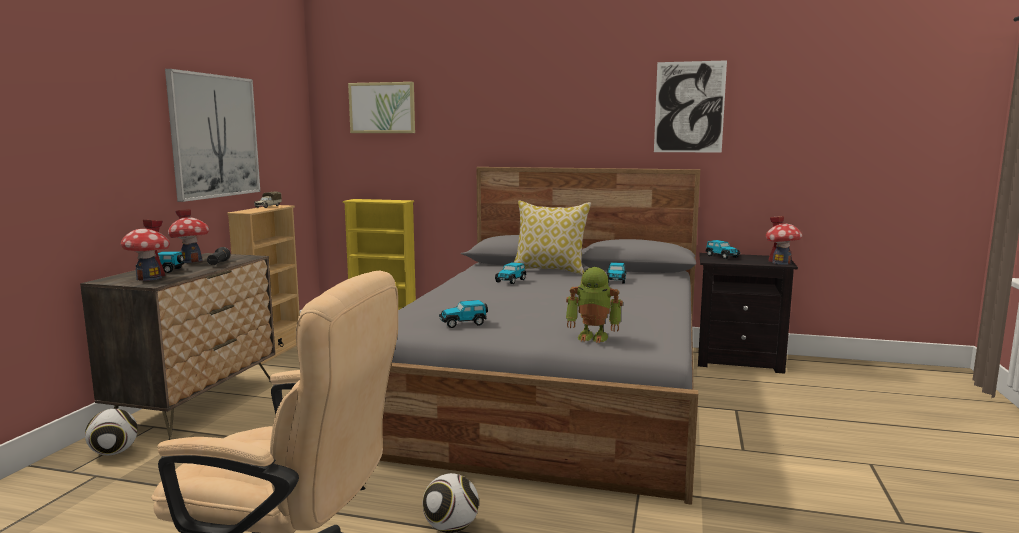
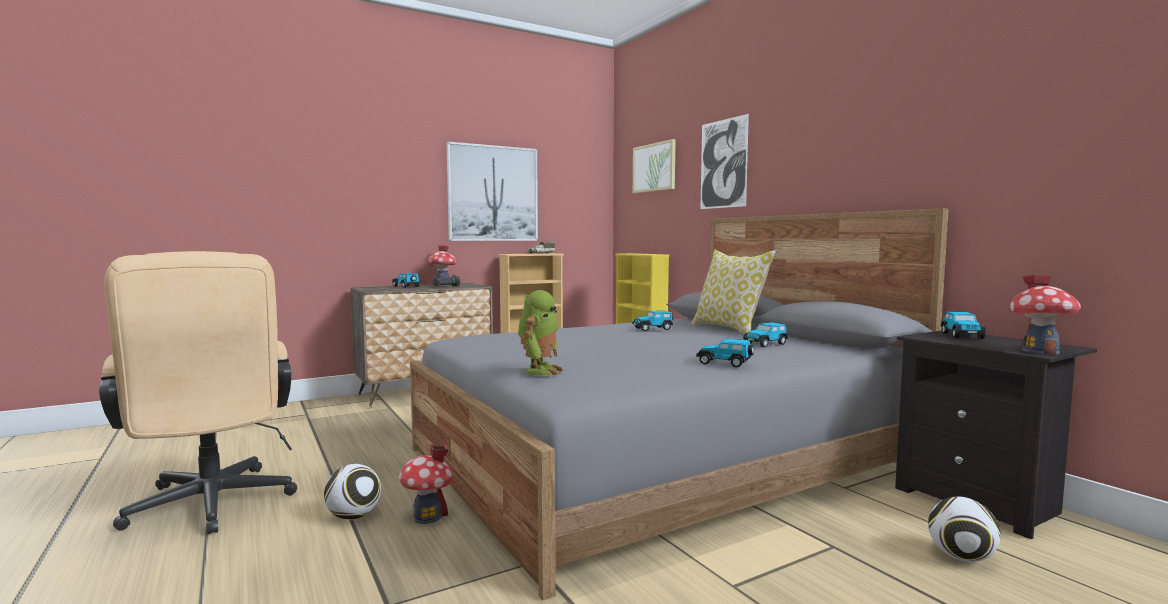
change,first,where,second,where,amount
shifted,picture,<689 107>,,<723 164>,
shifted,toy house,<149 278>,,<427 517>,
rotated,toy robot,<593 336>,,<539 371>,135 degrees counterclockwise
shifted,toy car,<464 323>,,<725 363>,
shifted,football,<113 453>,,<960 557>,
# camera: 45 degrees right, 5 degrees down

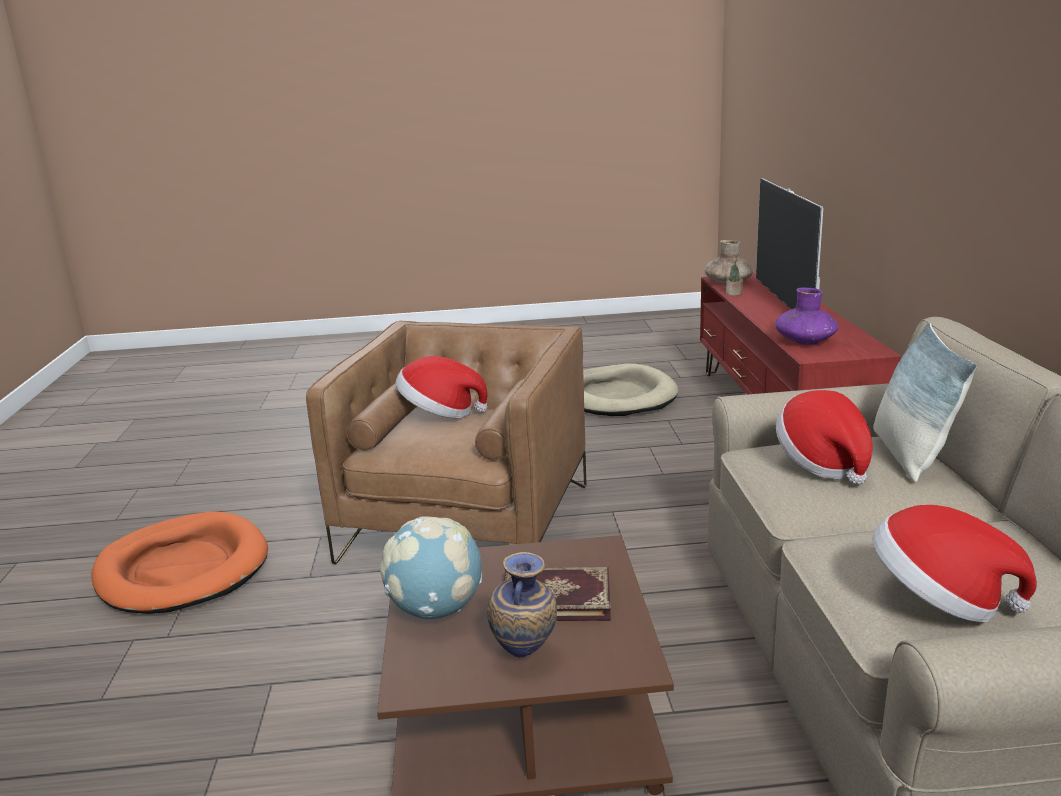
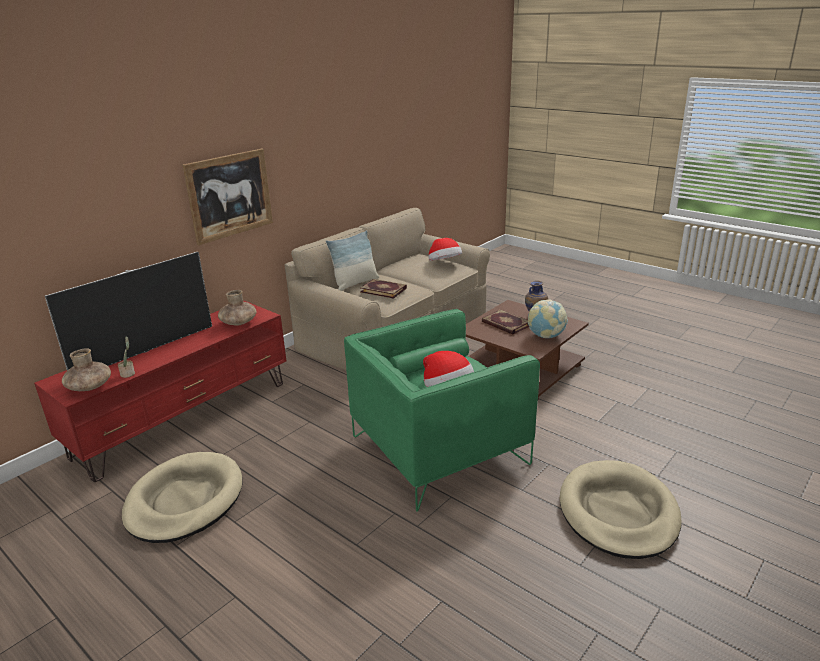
change,first,where,second,where,amount
repainted,vase (purple),<805 341>,vase (brown),<238 323>,
repainted,armchair (brown),<468 523>,armchair (green),<438 450>,
swapped,hat,<823 463>,book,<383 290>,
repainted,dog bed (orange),<183 569>,dog bed (beige),<618 512>,
new,,,picture,<229 195>,
# camera: 135 degrees left, 5 degrees up

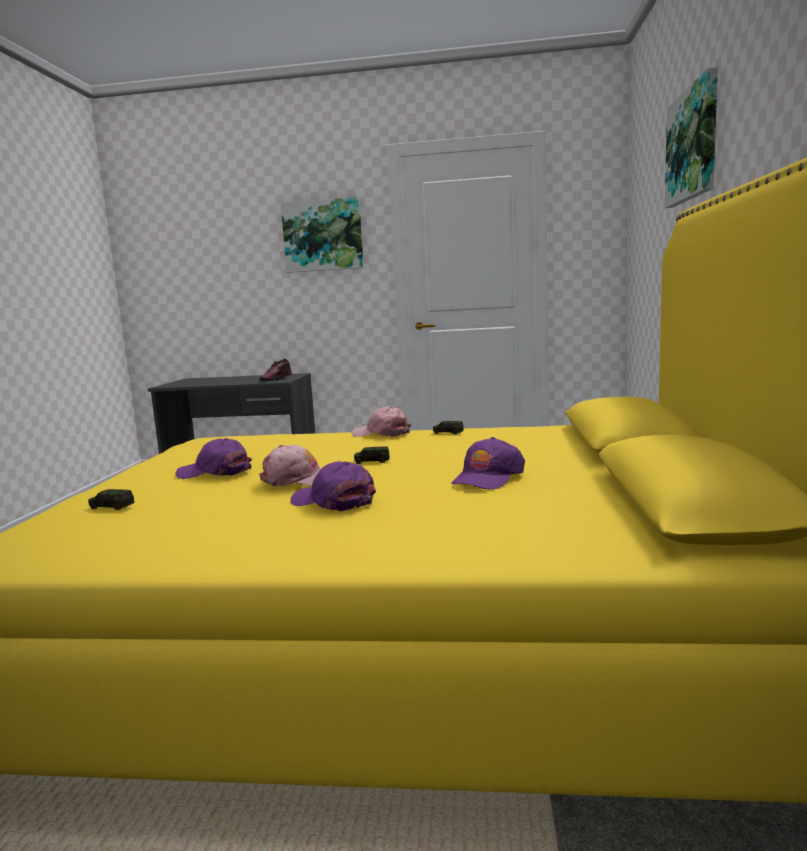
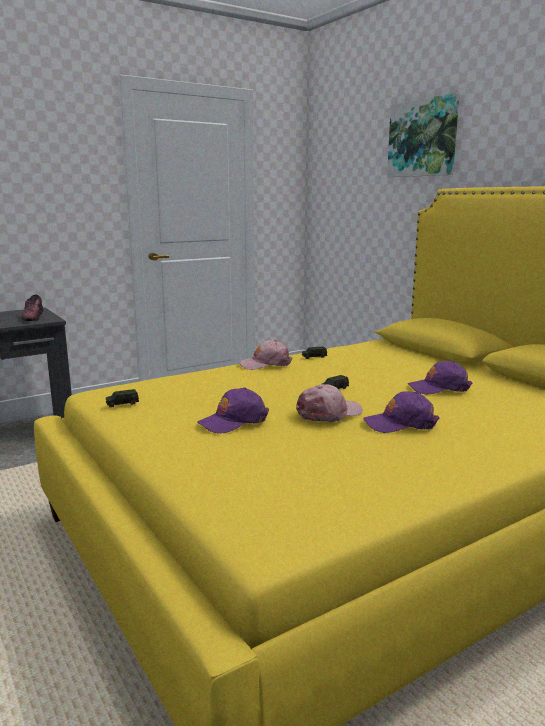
change,first,where,second,where,amount
gone,picture,<323 236>,,,
rotated,cap (purple),<487 478>,,<439 388>,90 degrees clockwise
shifted,toy car,<112 507>,,<122 403>,
# camera: 40 degrees left, 5 degrees up

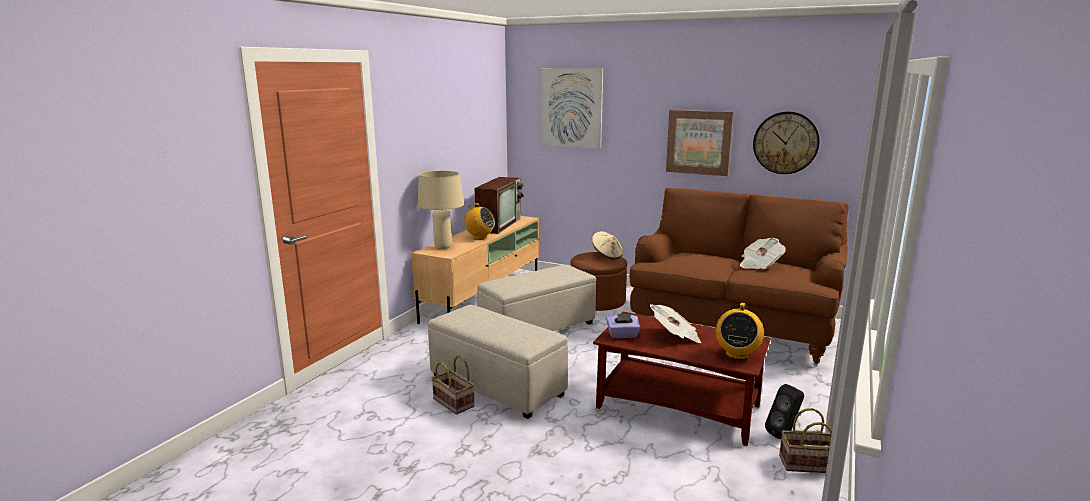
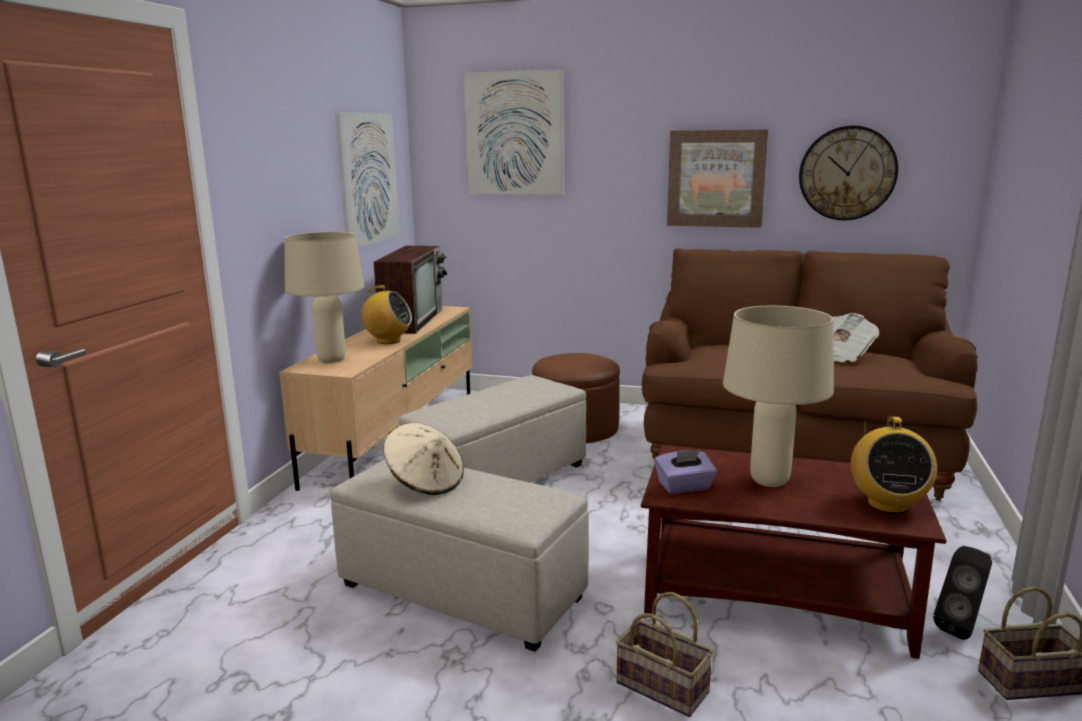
change,first,where,second,where,amount
shifted,hat (beige),<607 256>,,<425 483>,
swapped,newspaper,<675 336>,table lamp (beige),<770 481>,
shifted,basket,<455 403>,,<665 687>,
new,,,picture,<368 179>,
# camera: 10 degrees left, 0 degrees up

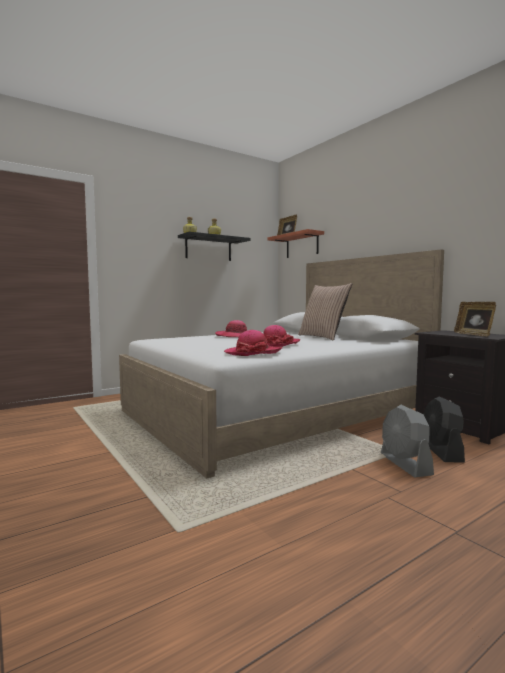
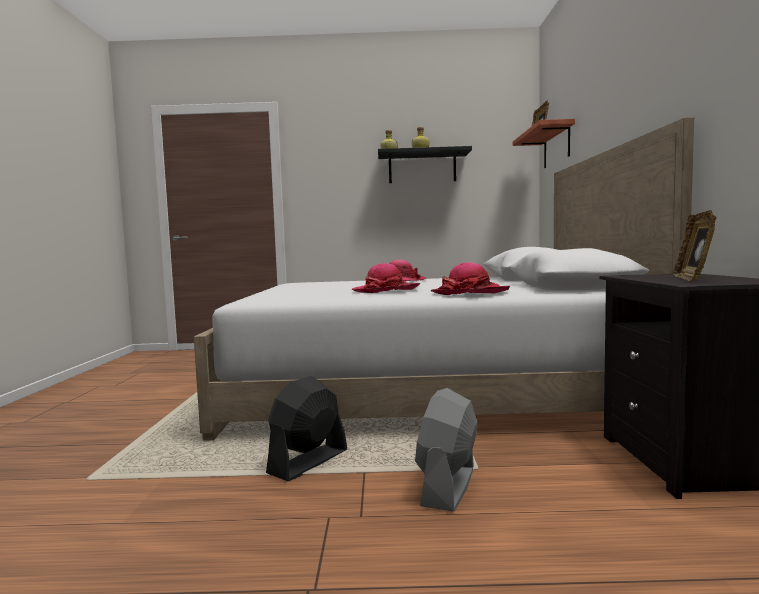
change,first,where,second,where,amount
gone,pillow,<323 337>,,,
shifted,hat,<253 353>,,<470 293>,
shifted,fan (black),<442 452>,,<308 462>,
# camera: 35 degrees right, 0 degrees up

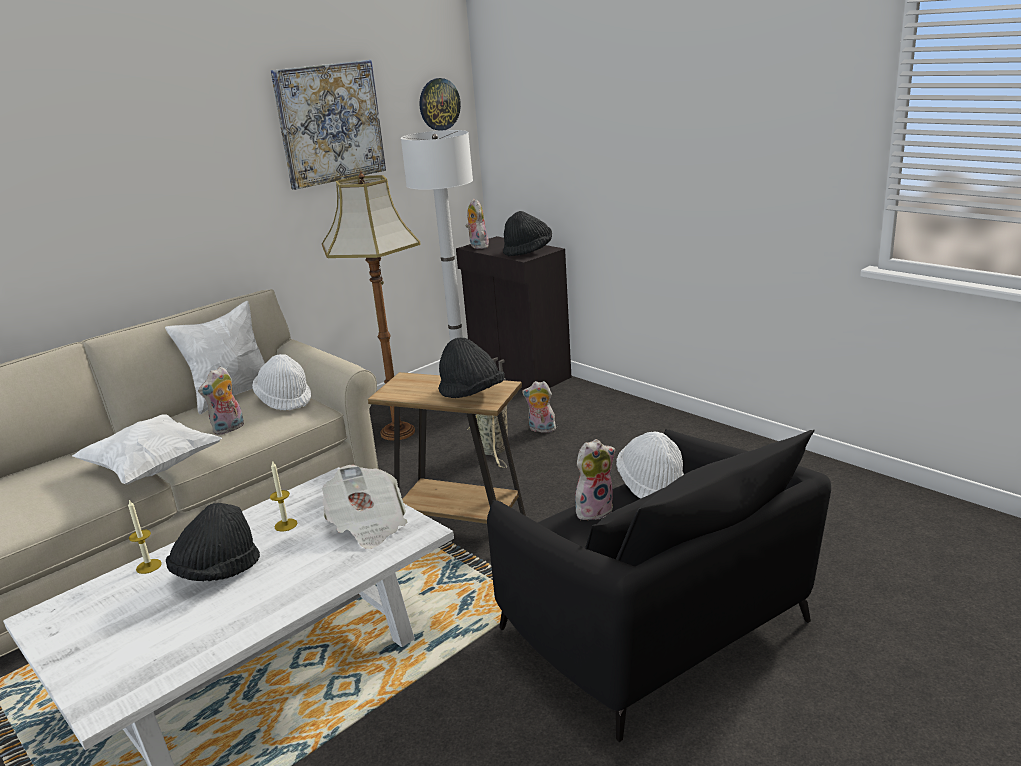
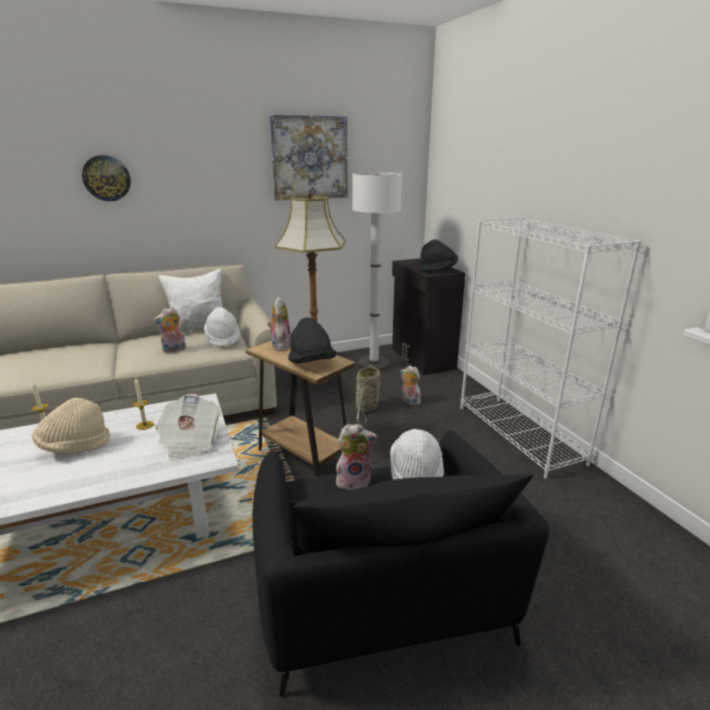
change,first,where,second,where,amount
shifted,wall clock,<439 104>,,<106 178>,
shifted,plush toy,<477 246>,,<280 346>,
gone,pillow (white),<153 469>,,,
repainted,hat (black),<217 572>,hat (beige),<74 446>,
new,,,bookcase (white),<519 434>,
# camera: 20 degrees right, 0 degrees up

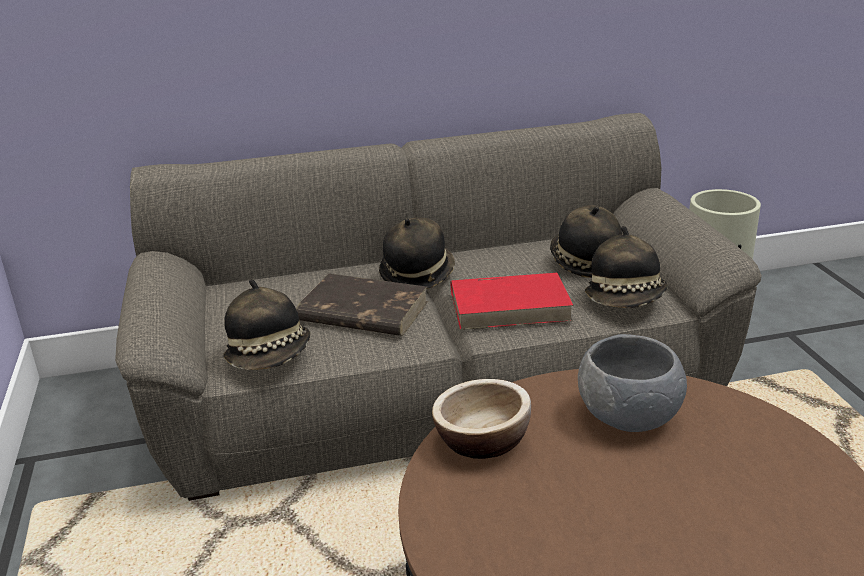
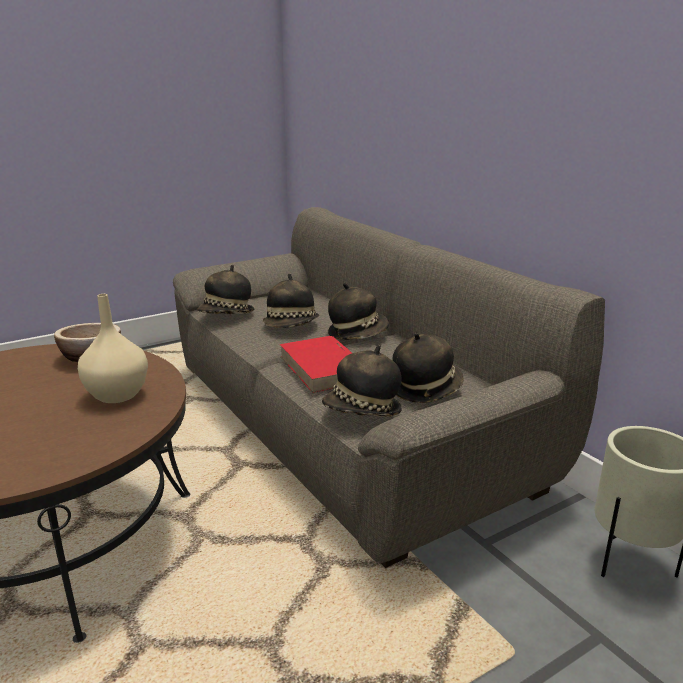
change,first,where,second,where,amount
swapped,book (brown),<362 312>,hat,<291 326>,
swapped,bowl (grey),<628 415>,vase (beige),<116 396>,
# camera: 70 degrees right, 5 degrees down

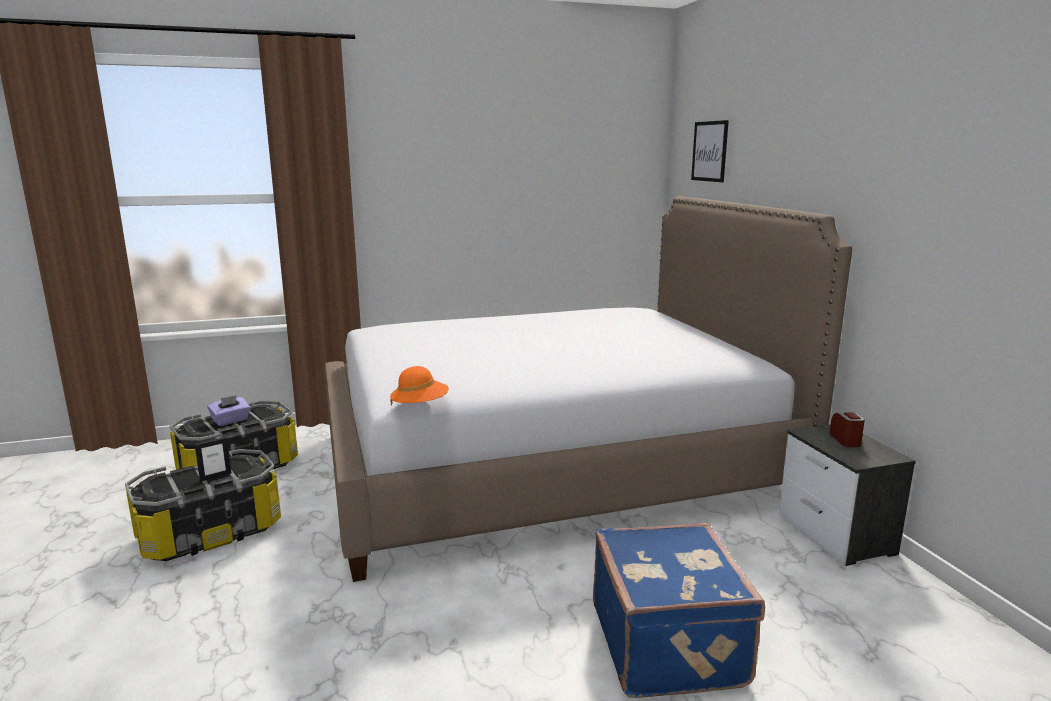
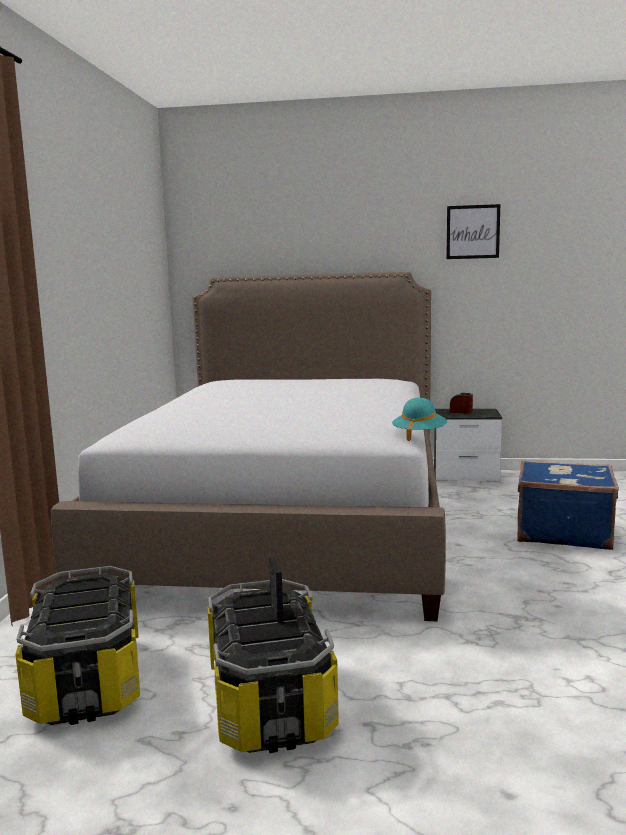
change,first,where,second,where,amount
shifted,picture,<709 151>,,<473 232>,
repainted,hat (orange),<420 406>,hat (turquoise),<419 435>,
gone,tissue box (purple),<230 421>,,,
# camera: 65 degrees left, 5 degrees down

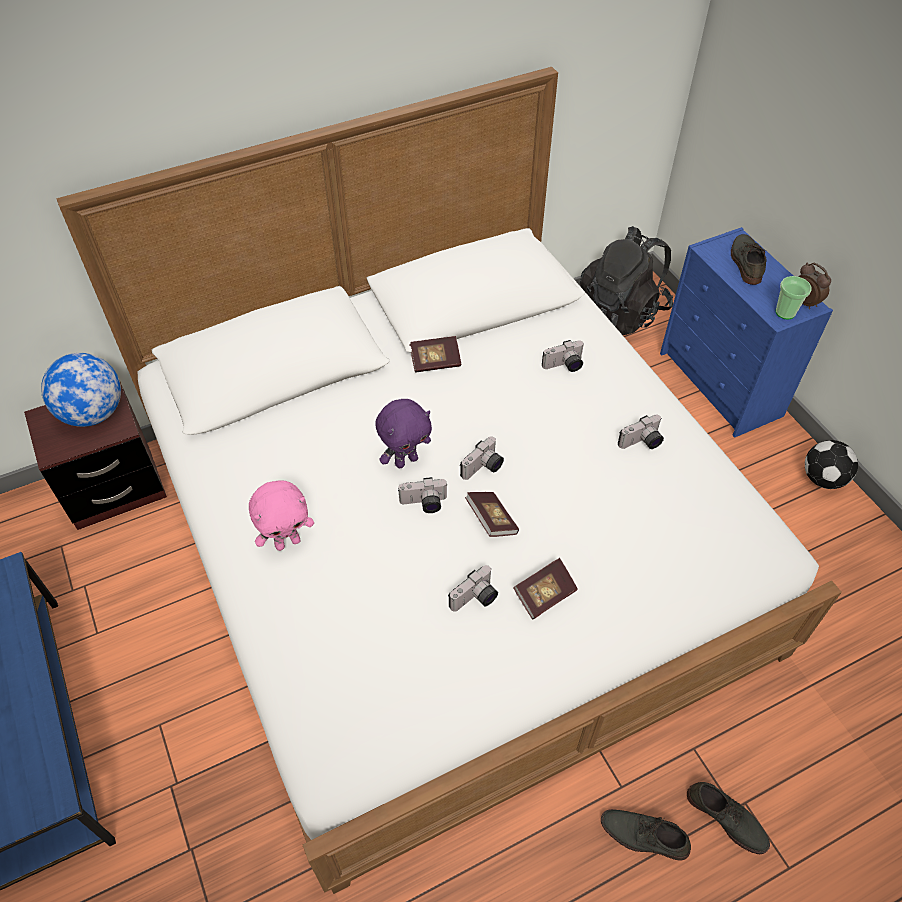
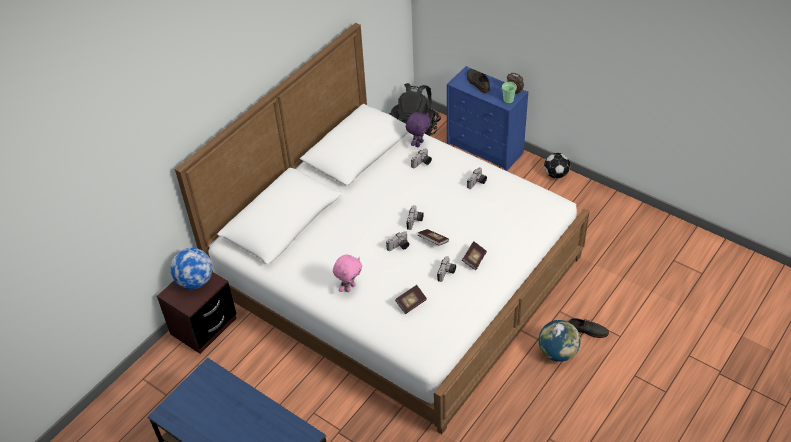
change,first,where,second,where,amount
shifted,book,<435 362>,,<411 303>,
shifted,plush toy (purple),<406 460>,,<418 143>,
swapped,shoe (grey),<644 836>,globe,<557 352>,
# camera: 25 degrees left, 5 degrees down

